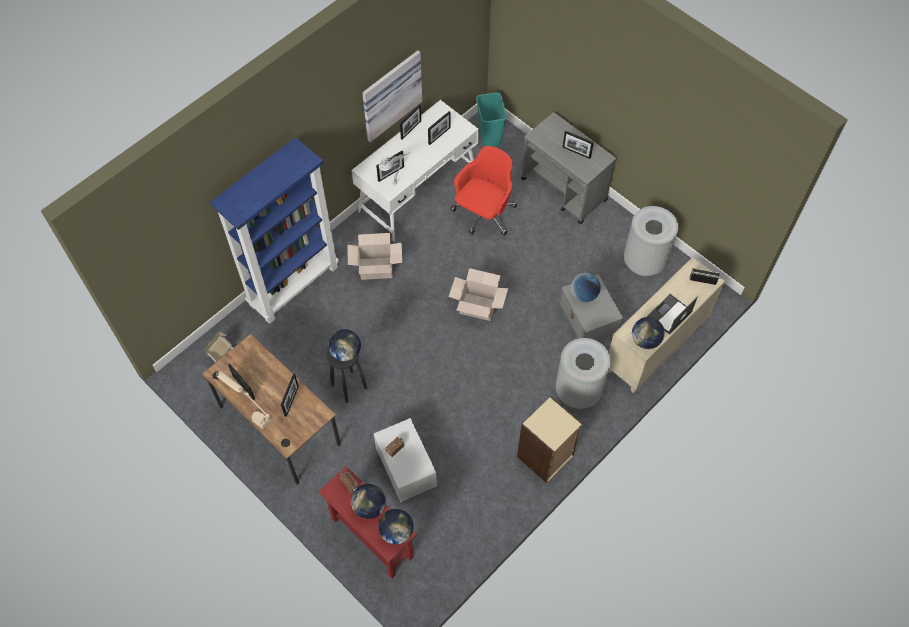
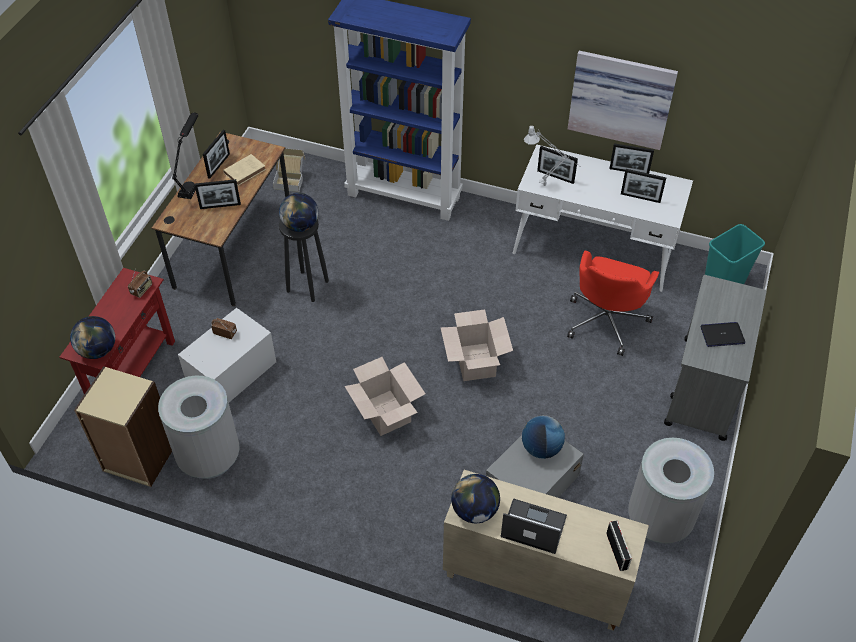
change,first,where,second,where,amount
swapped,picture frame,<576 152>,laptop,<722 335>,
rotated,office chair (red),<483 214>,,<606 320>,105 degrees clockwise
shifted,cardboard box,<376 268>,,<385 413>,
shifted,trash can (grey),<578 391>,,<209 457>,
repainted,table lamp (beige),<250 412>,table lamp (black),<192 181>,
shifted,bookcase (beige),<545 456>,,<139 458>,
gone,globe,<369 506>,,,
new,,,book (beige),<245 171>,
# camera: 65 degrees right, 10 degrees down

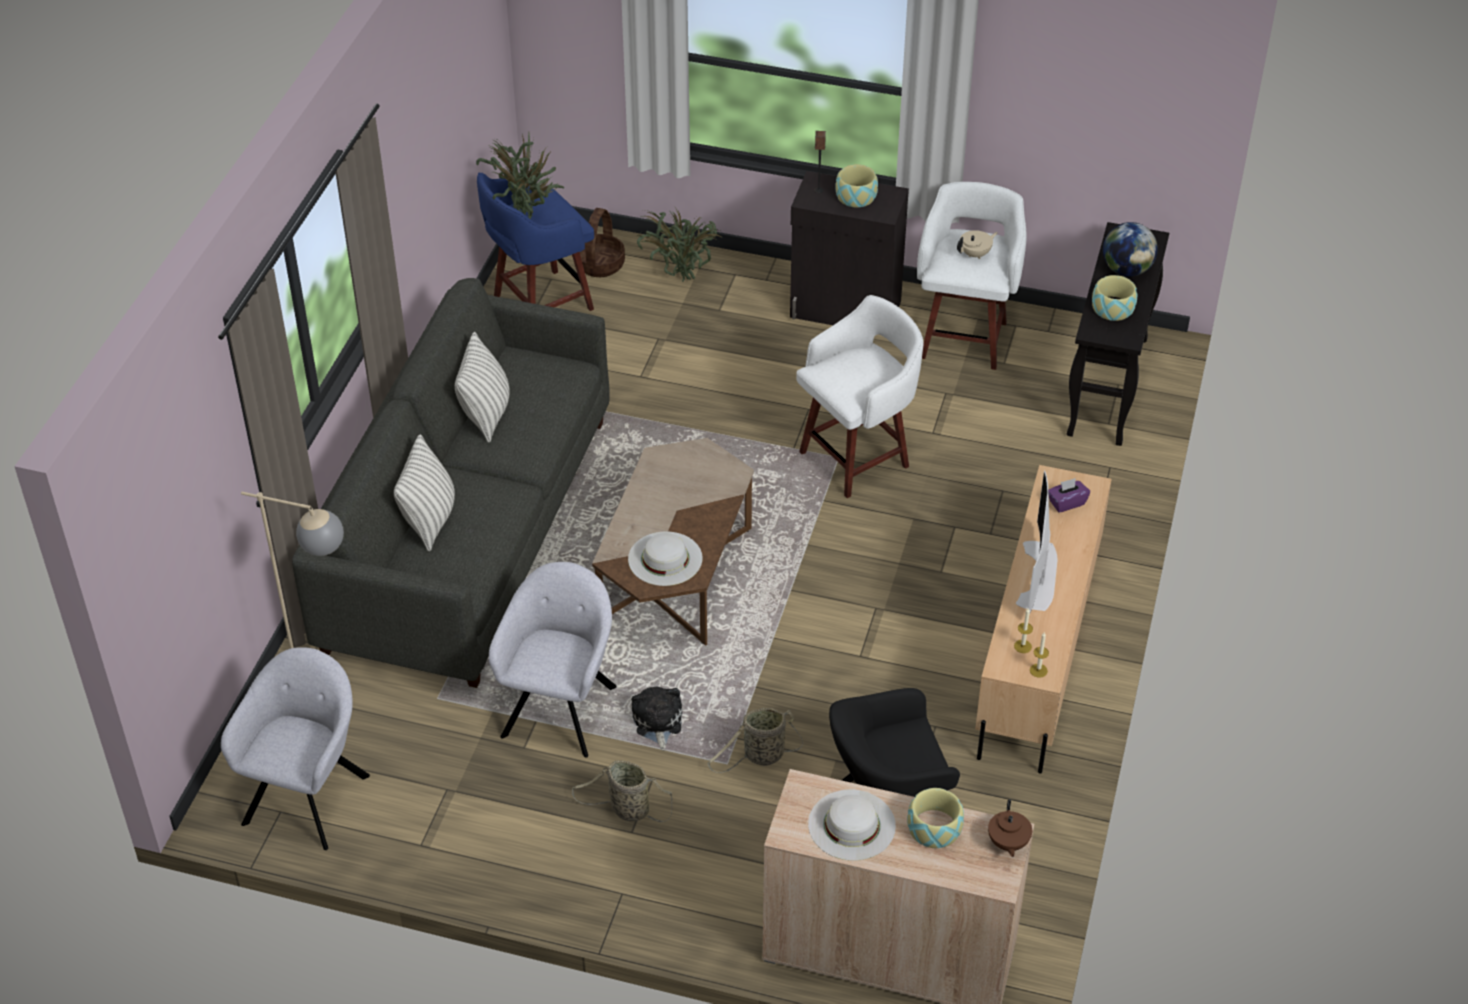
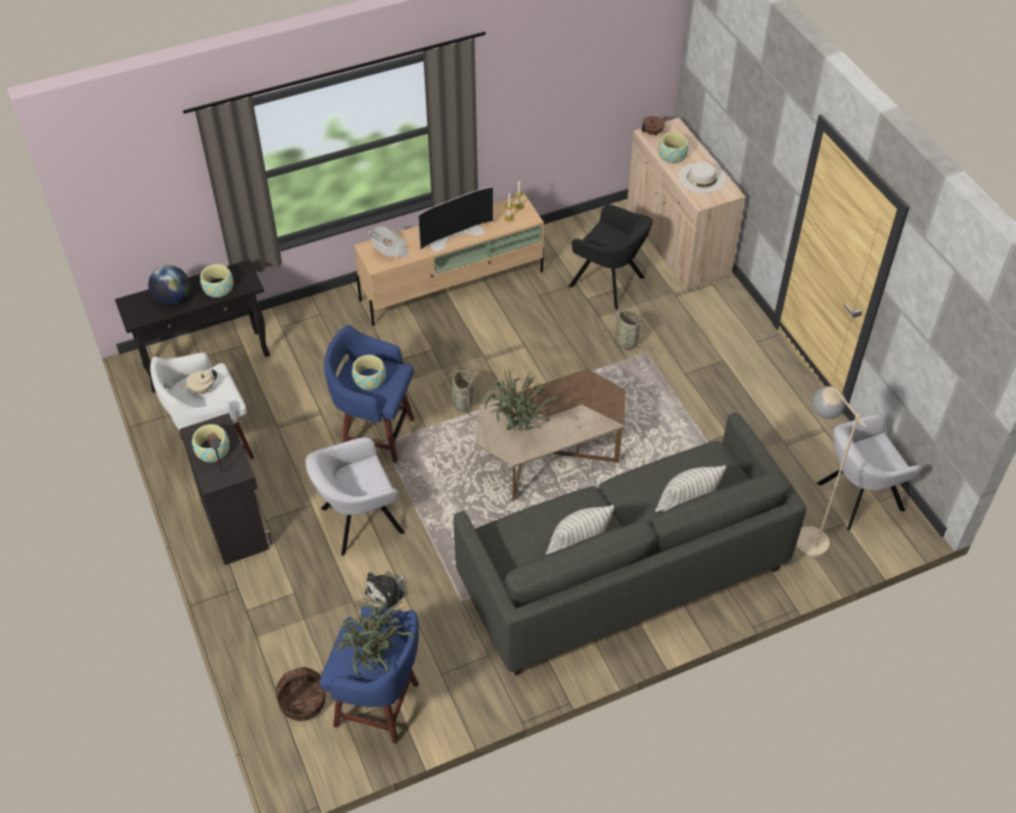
change,first,where,second,where,amount
shifted,potted plant,<681 278>,,<518 430>,
rotated,teapot (beige),<975 254>,,<201 389>,45 degrees counterclockwise
repainted,stool (white),<857 457>,stool (blue),<375 434>,
swapped,tissue box (purple),<1066 503>,newspaper,<390 251>,
gone,hat (white),<665 558>,,,
shifted,armchair (grey),<561 707>,,<358 521>,
shifted,plush toy,<657 723>,,<386 592>,
shifted,basket,<627 809>,,<463 405>,
new,,,bowl,<369 379>,
# camera: 130 degrees left, 5 degrees up

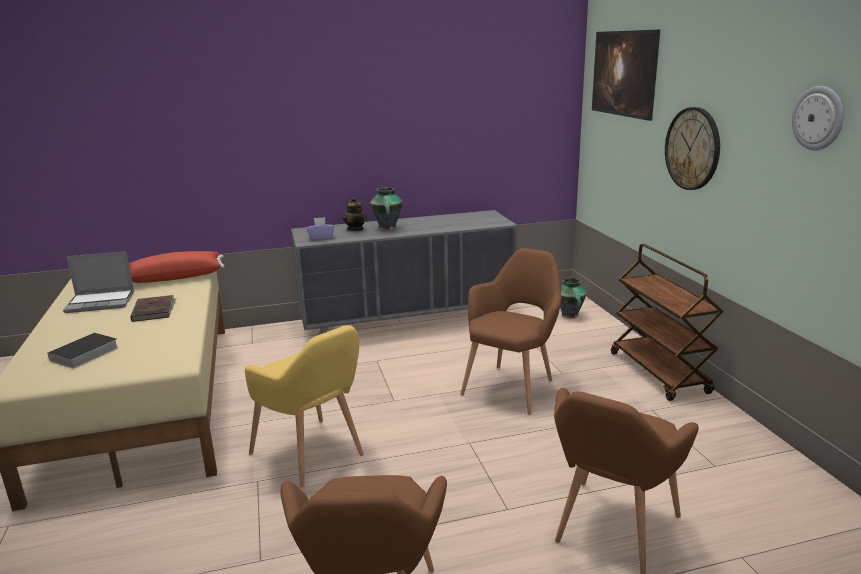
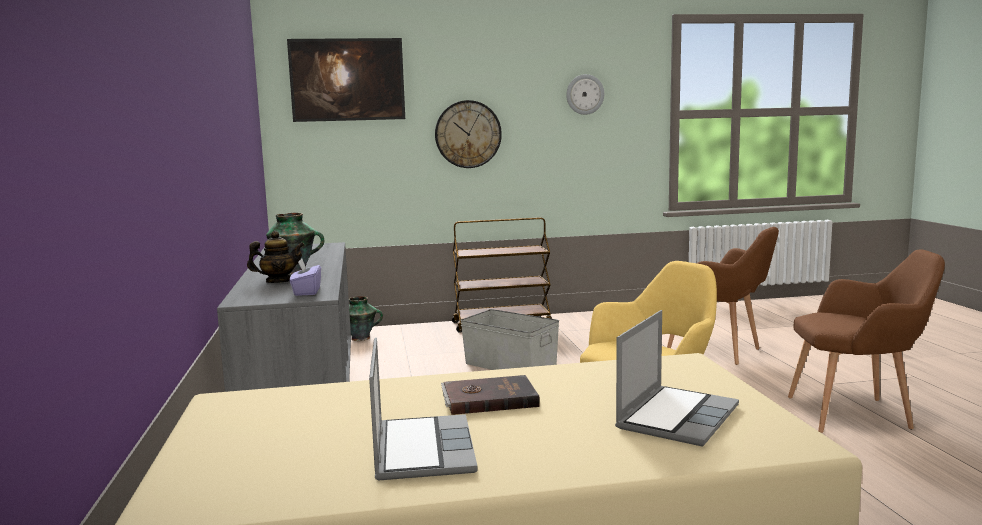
change,first,where,second,where,amount
swapped,armchair (brown),<513 386>,storage box (grey),<510 365>,
gone,pillow (red),<176 277>,,,
swapped,book,<83 355>,laptop,<676 417>,
# camera: 85 degrees left, 10 degrees down

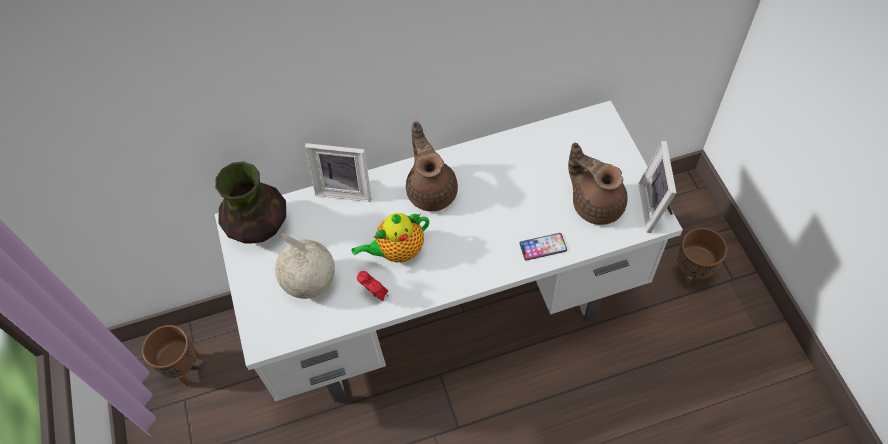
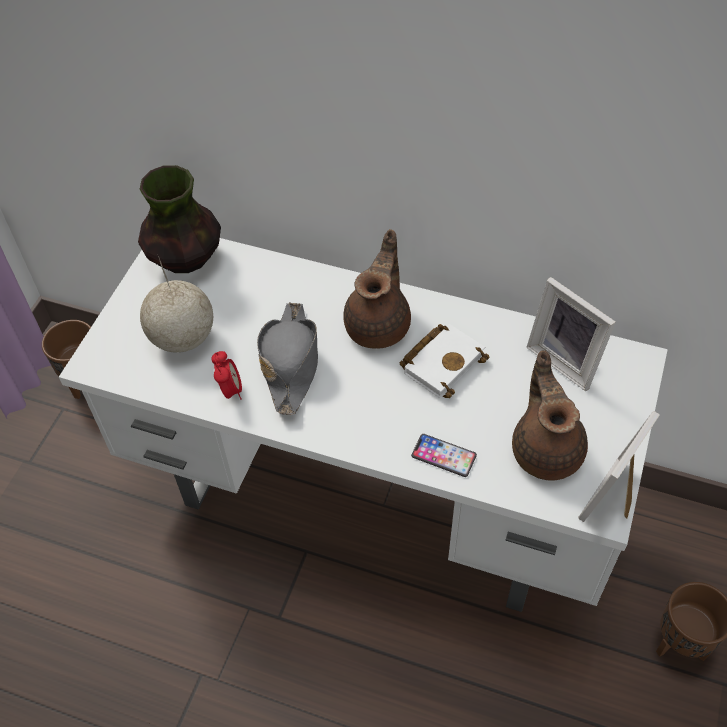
change,first,where,second,where,amount
shifted,picture frame,<345 188>,,<566 359>,
swapped,teapot,<398 251>,hat (grey),<291 362>,
new,,,book (white),<442 361>,
# camera: 35 degrees right, 5 degrees down

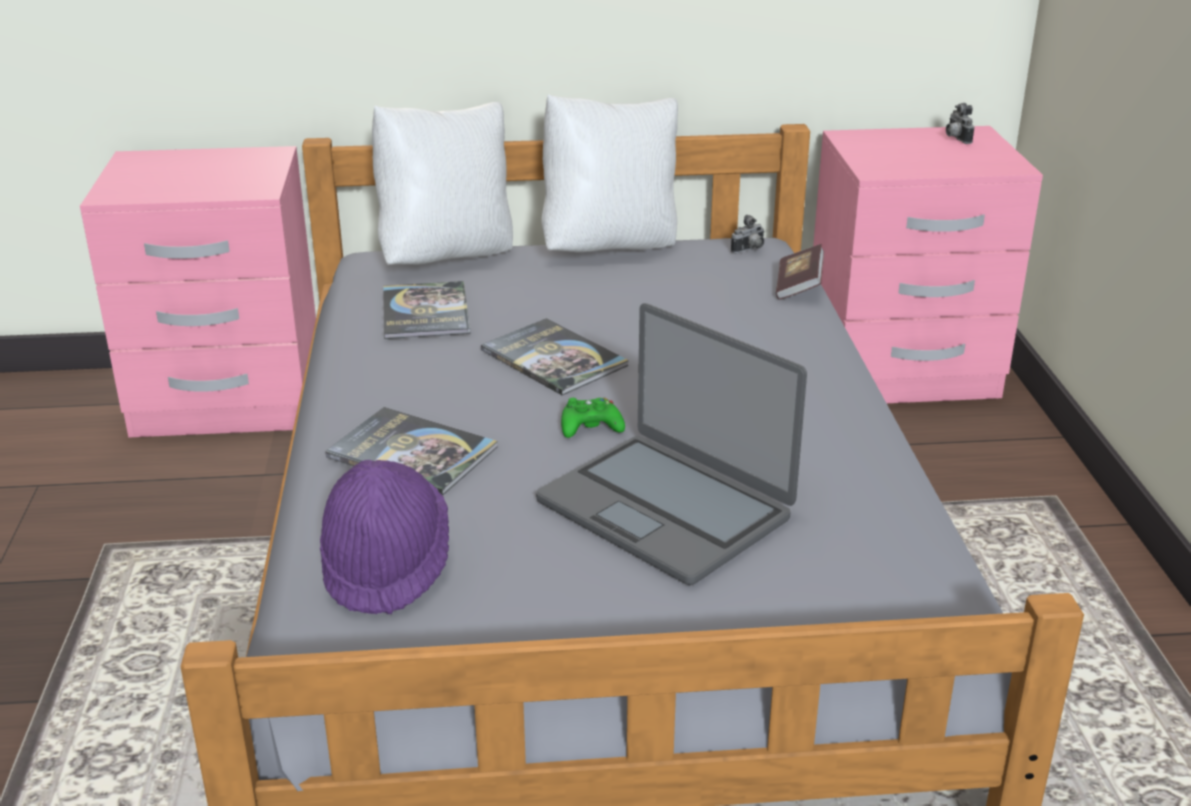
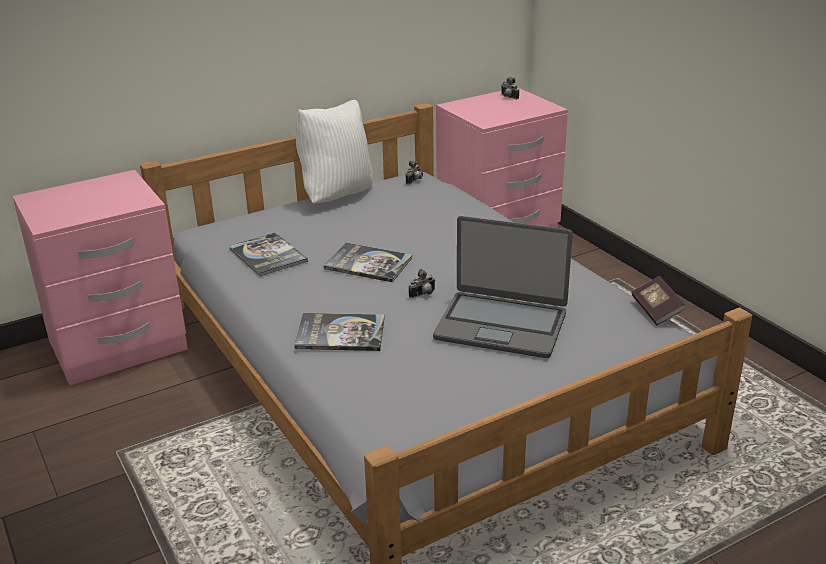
change,first,where,second,where,amount
gone,pillow (white),<447 257>,,,
shifted,book,<798 286>,,<656 310>,
swapped,game controller (green),<590 427>,photo camera,<423 294>,
gone,hat (purple),<386 565>,,,
# camera: 25 degrees left, 0 degrees up

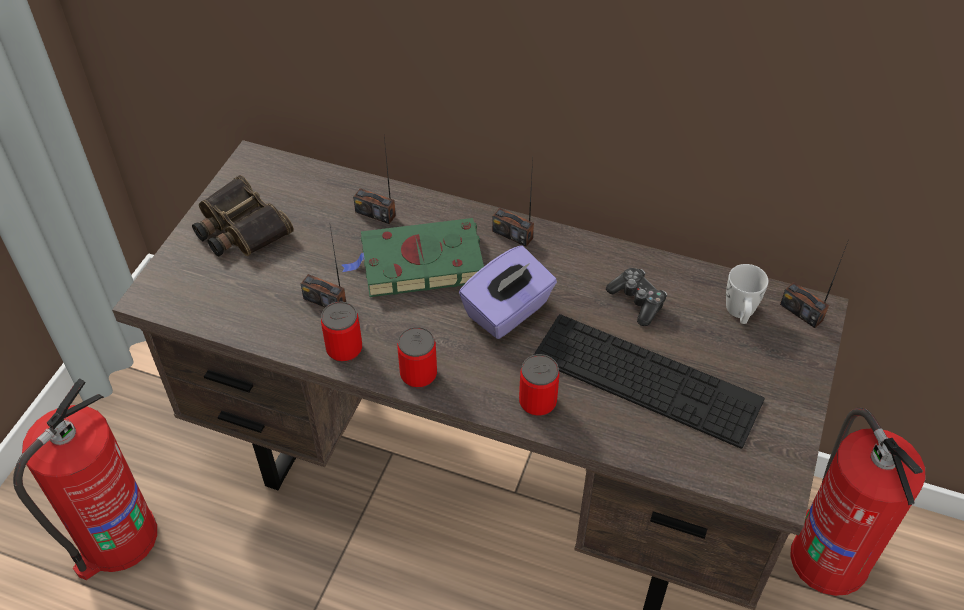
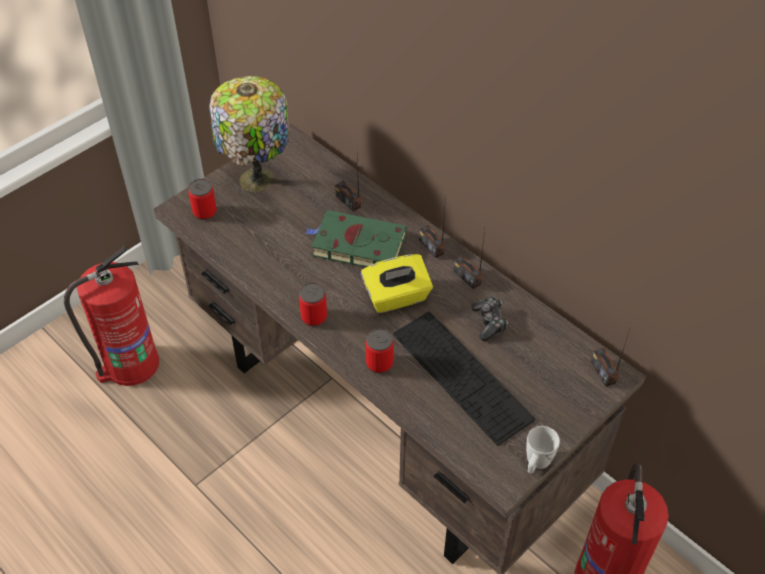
change,first,where,second,where,amount
swapped,binoculars,<239 228>,table lamp,<256 182>,
shifted,radio,<325 300>,,<467 277>,
repainted,tissue box (purple),<508 311>,tissue box (yellow),<396 297>,
shifted,mug (white),<740 313>,,<536 463>,
shifted,can,<344 349>,,<205 212>,
# camera: 25 degrees right, 0 degrees up

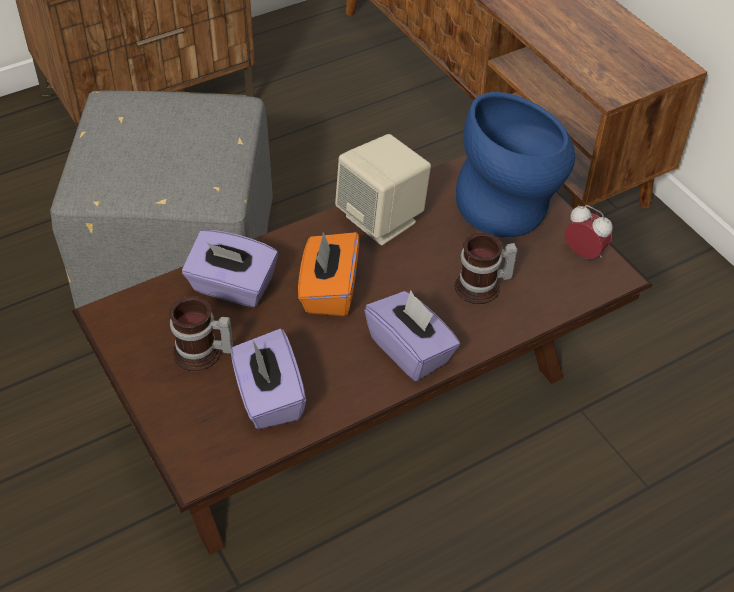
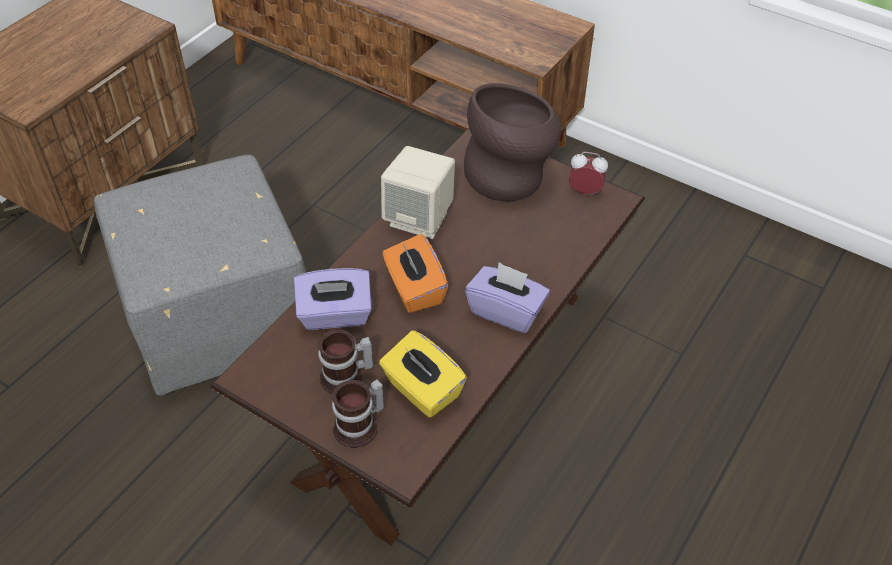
change,first,where,second,where,amount
repainted,vase (blue),<509 208>,vase (brown),<510 176>,
shifted,mug,<482 288>,,<360 427>,
repainted,tissue box (purple),<269 398>,tissue box (yellow),<422 390>,
# camera: 25 degrees left, 0 degrees up

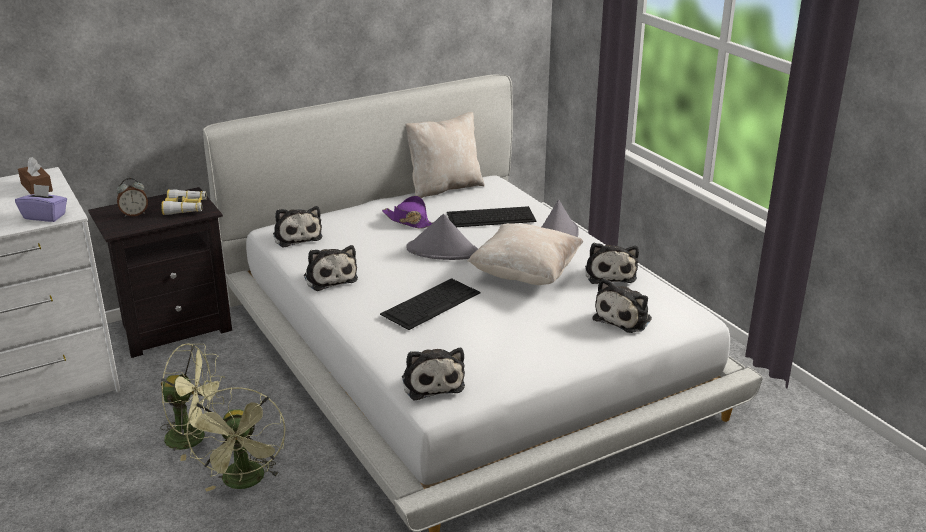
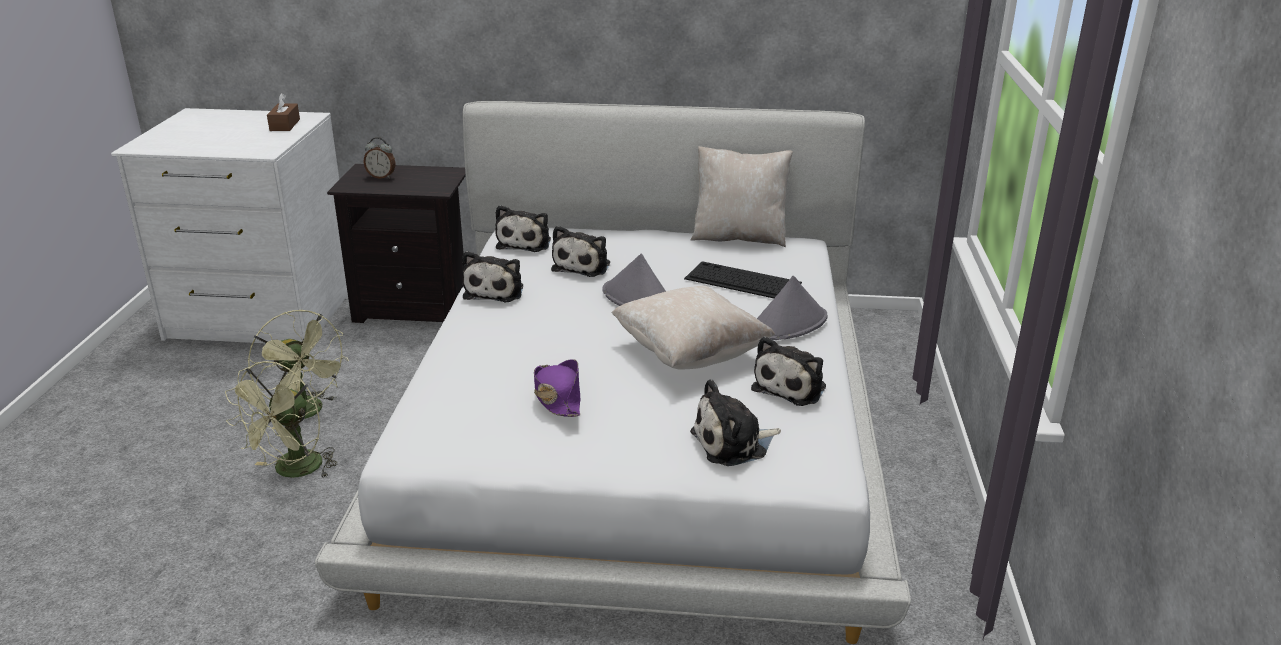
change,first,where,second,where,amount
gone,tissue box (purple),<45 216>,,,
gone,binoculars,<185 208>,,,
shifted,hat (purple),<410 221>,,<557 397>,
gone,keyboard,<431 303>,,,
shifted,plush toy,<432 382>,,<583 266>,
# camera: 35 degrees right, 0 degrees up

